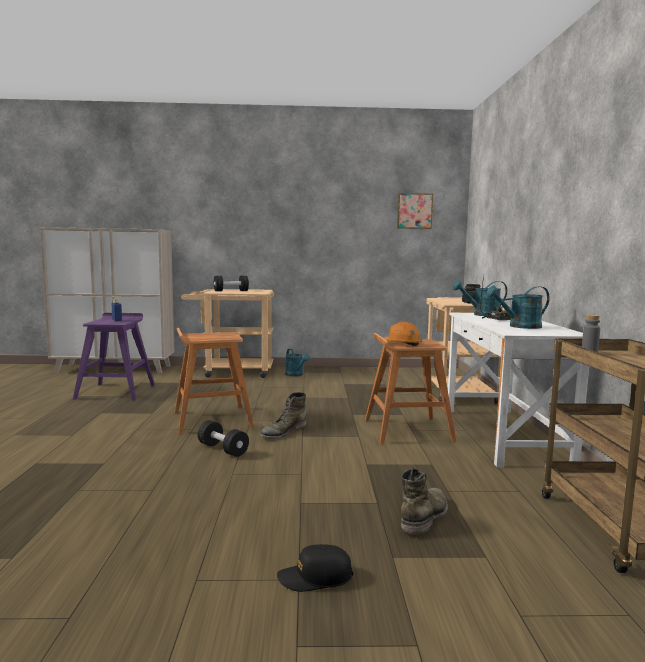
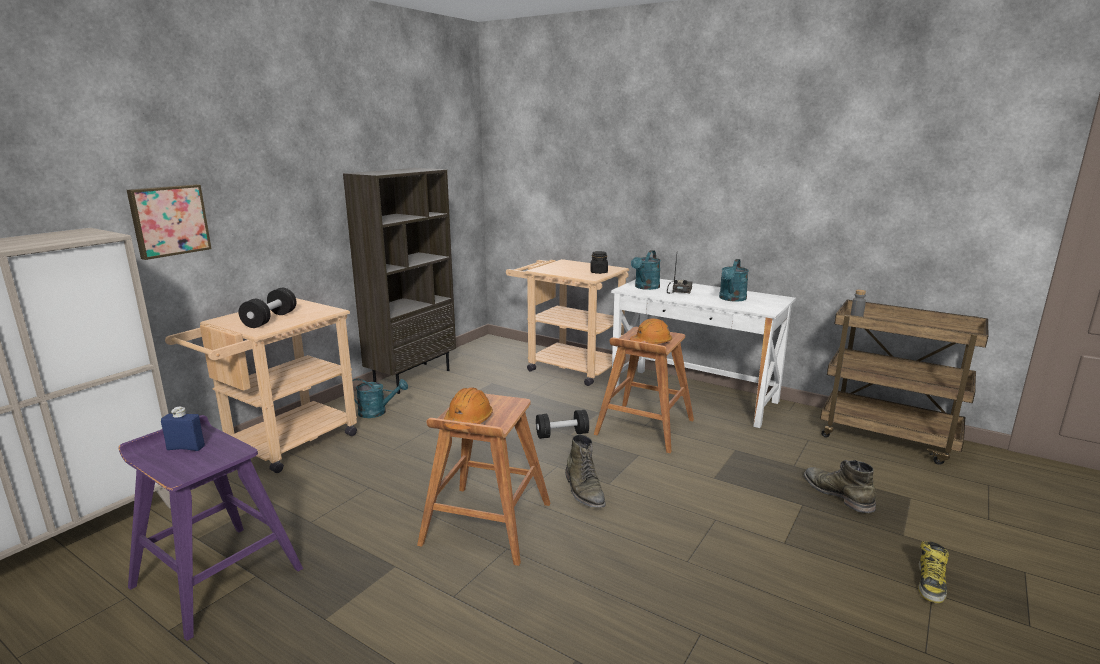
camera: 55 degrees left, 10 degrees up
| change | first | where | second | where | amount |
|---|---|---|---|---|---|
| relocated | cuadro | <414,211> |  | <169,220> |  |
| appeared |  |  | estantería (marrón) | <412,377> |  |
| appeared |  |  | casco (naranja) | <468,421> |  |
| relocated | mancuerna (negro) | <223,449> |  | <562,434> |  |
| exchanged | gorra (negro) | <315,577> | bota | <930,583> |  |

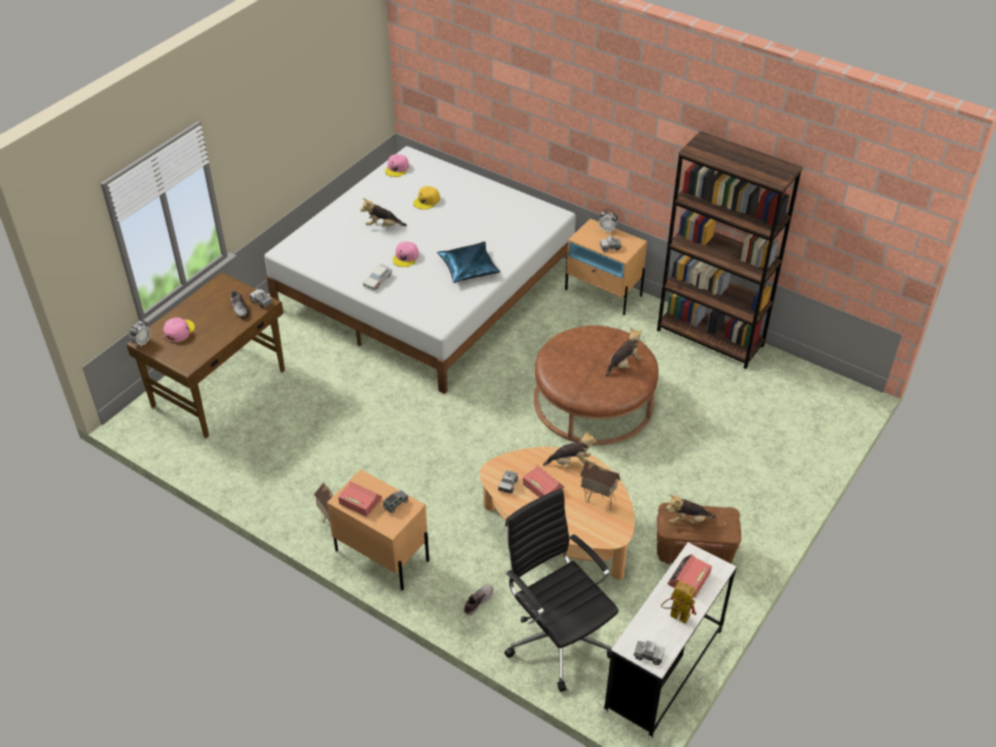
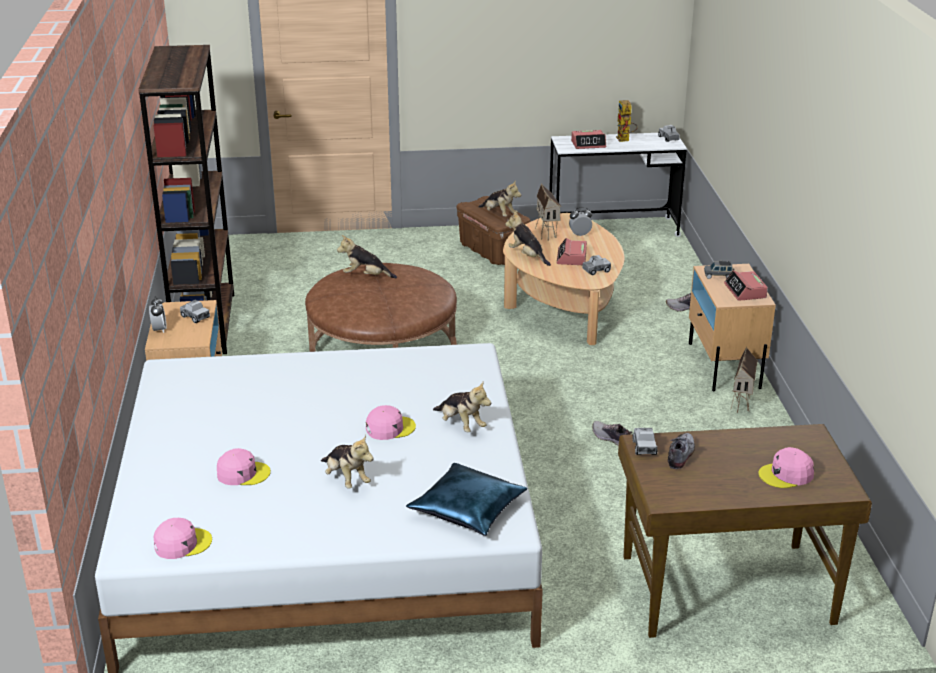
camera: 130 degrees left, 15 degrees down
| change | first | where | second | where | amount |
|---|---|---|---|---|---|
| colour | gorra (amarillo) | <427,201> | gorra (rosa) | <243,473> |  |
| relocated | cojín (azul) | <468,268> |  | <468,509> |  |
| exchanged | coche de juguete | <378,280> | peluche | <461,425> |  |
| relocated | despertador | <142,342> |  | <580,235> |  |
| appeared |  |  | zapato | <611,438> |  |
| missing | silla de oficina (negro) | <557,637> |  |  |  |

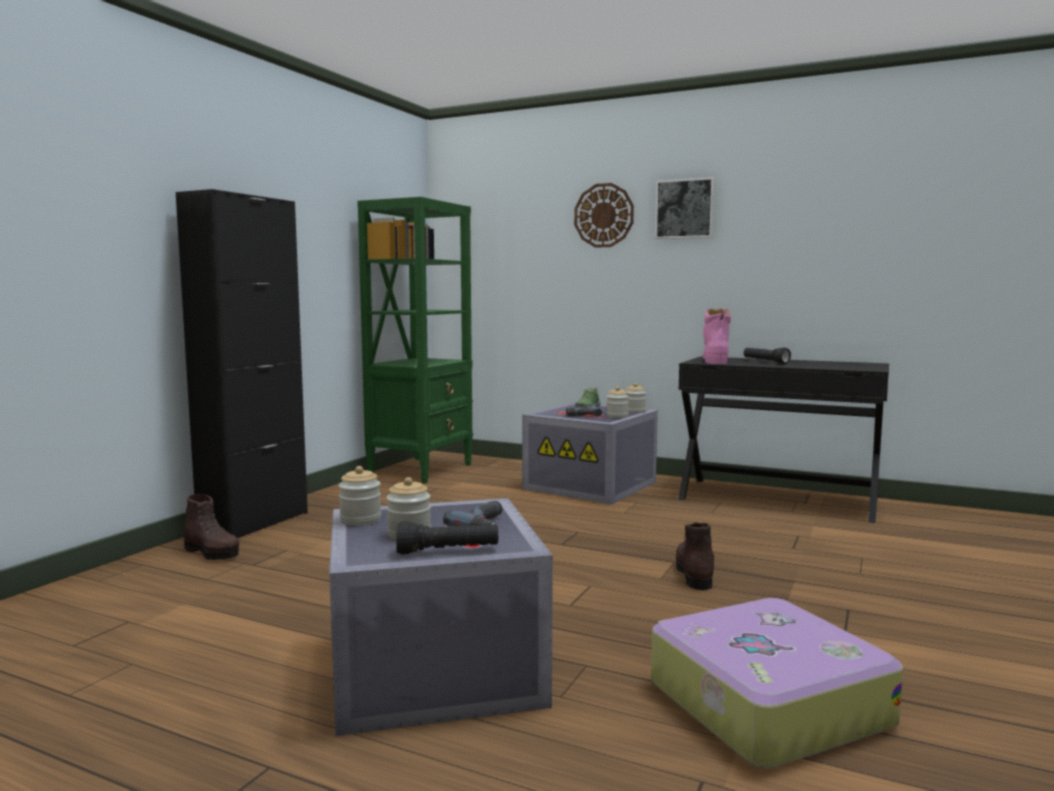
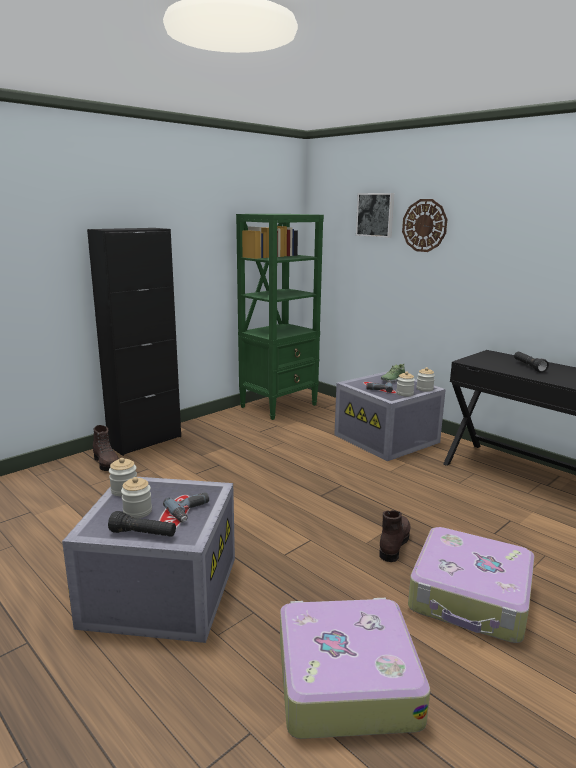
camera: 20 degrees right, 10 degrees up
| change | first | where | second | where | amount |
|---|---|---|---|---|---|
| relocated | cuadro | <685,209> |  | <375,215> |  |
| appeared |  |  | maleta | <470,597> |  |
| missing | bota (rosa) | <715,361> |  |  |  |

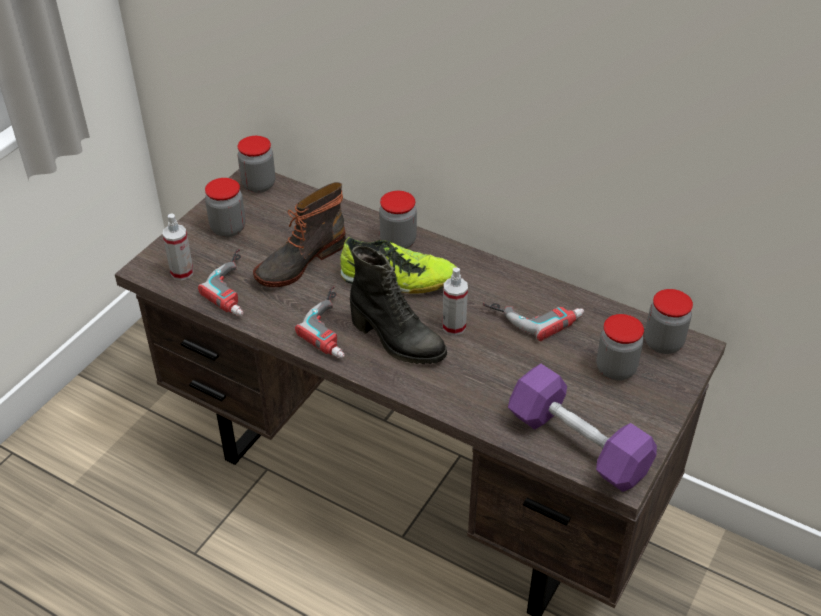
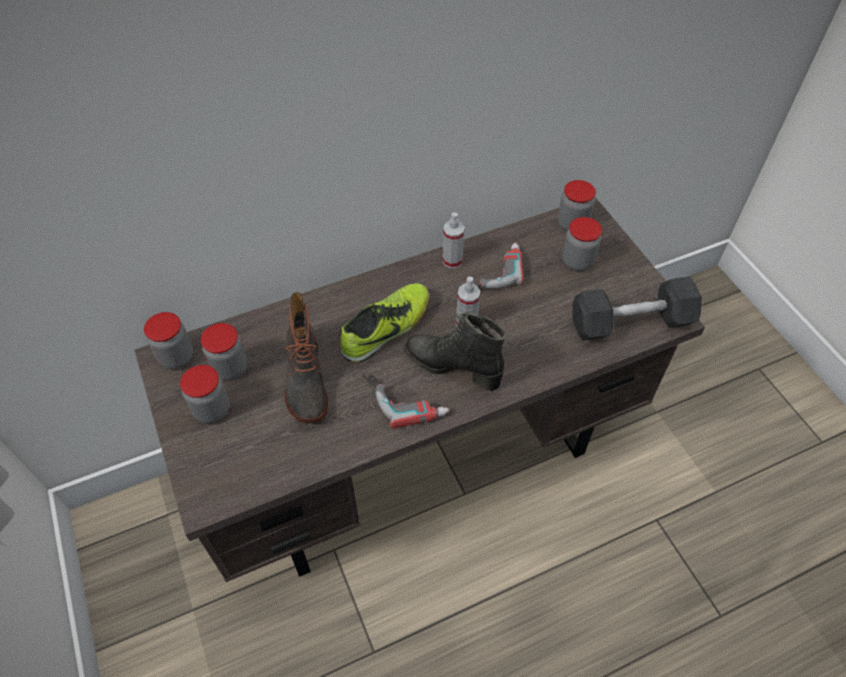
camera: 55 degrees left, 10 degrees up
| change | first | where | second | where | amount |
|---|---|---|---|---|---|
| relocated | tarro | <398,242> |  | <230,368> |  |
| spun | bota (negro) | <396,341> |  | <453,367> | 135 degrees counterclockwise |
| relocated | pulverizador | <182,272> |  | <452,261> |  |
| colour | mancuerna (morado) | <578,444> | mancuerna (gris) | <631,322> |  |
| missing | taladro | <239,287> |  |  |  |

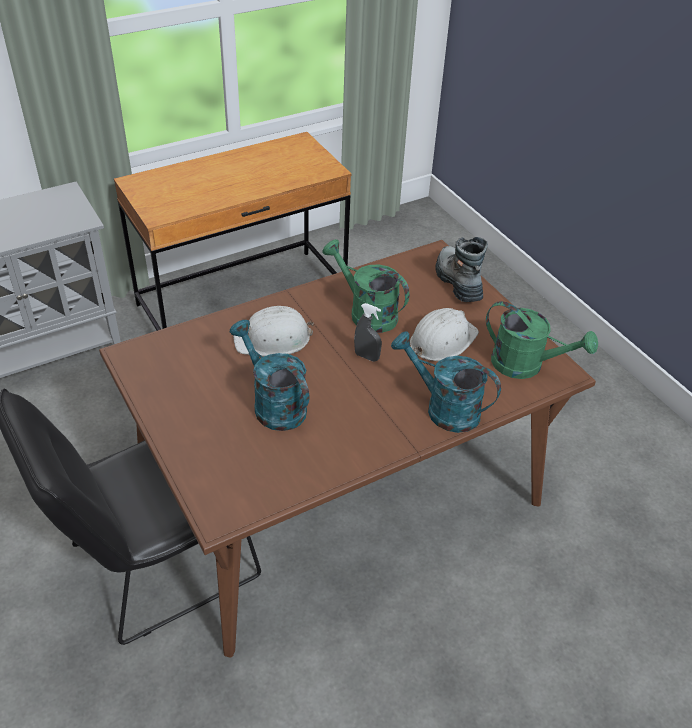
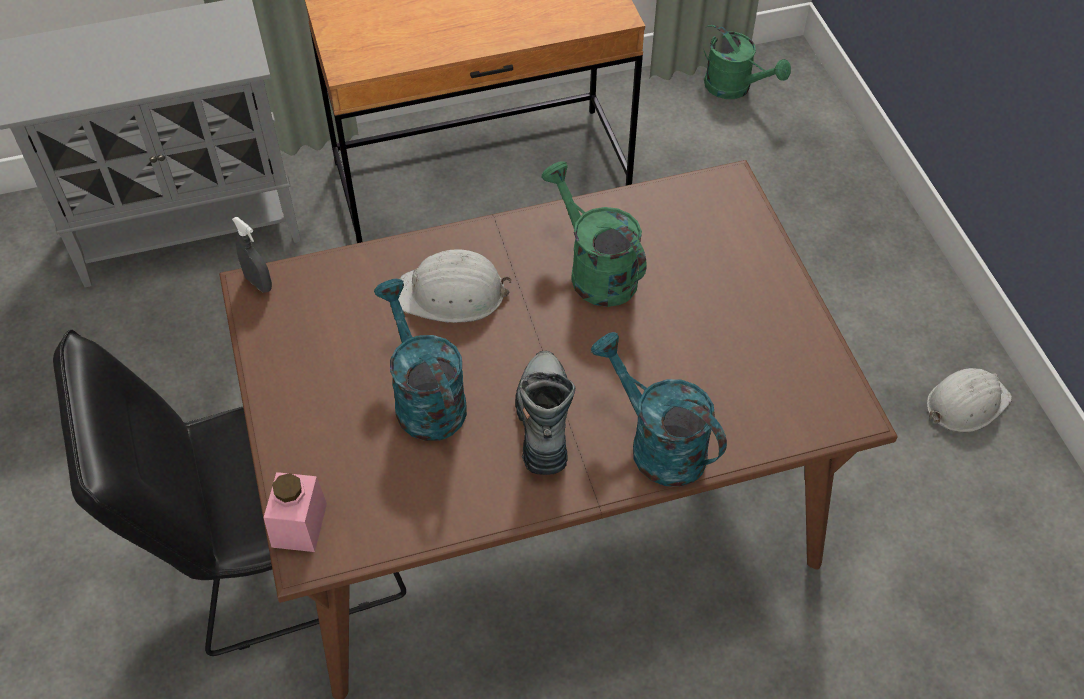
camera: 15 degrees right, 10 degrees up
| change | first | where | second | where | amount |
|---|---|---|---|---|---|
| relocated | pulverizador (gris) | <366,356> |  | <259,283> |  |
| appeared |  |  | tarro (rosa) | <299,525> |  |
| relocated | bota | <457,282> |  | <544,420> |  |
| relocated | regadera (verde) | <526,366> |  | <735,88> |  |
| relocated | casco (blanco) | <442,340> |  | <965,403> |  |

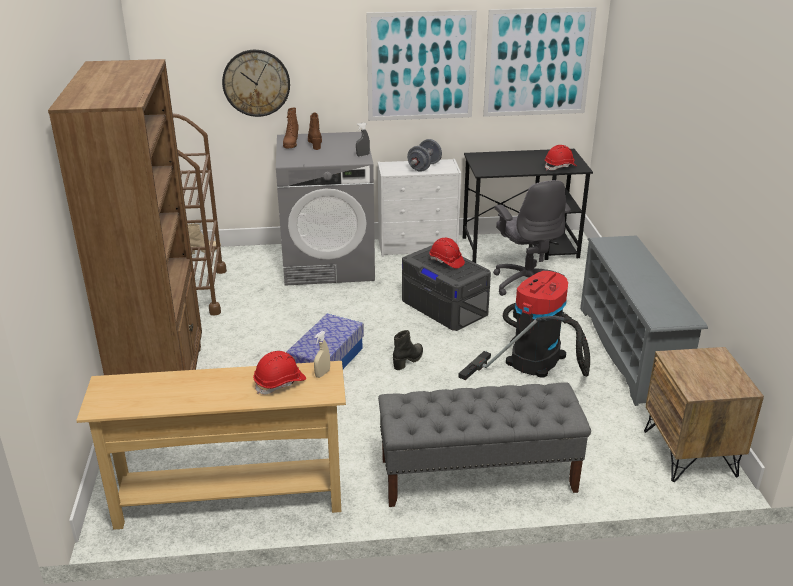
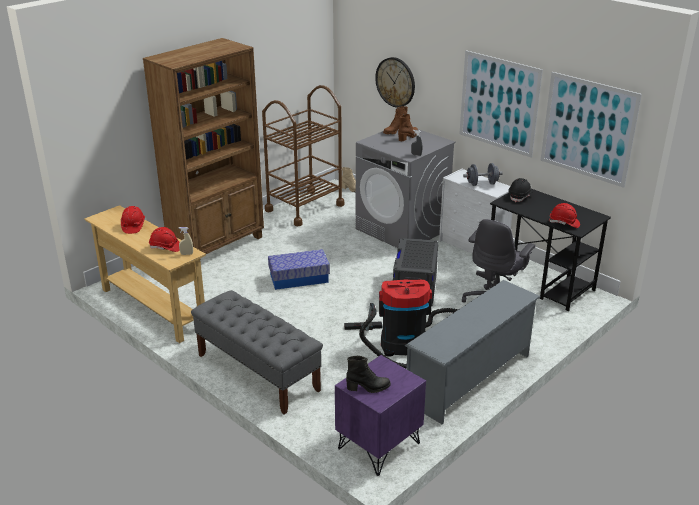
camera: 50 degrees right, 0 degrees up
| change | first | where | second | where | amount |
|---|---|---|---|---|---|
| relocated | casco (rojo) | <446,261> |  | <133,226> |  |
| colour | mesita de noche (marrón) | <690,453> | mesita de noche (morado) | <379,446> |  |
| relocated | bota (negro) | <408,360> |  | <368,388> |  |
| appeared |  |  | casco (negro) | <520,196> |  |

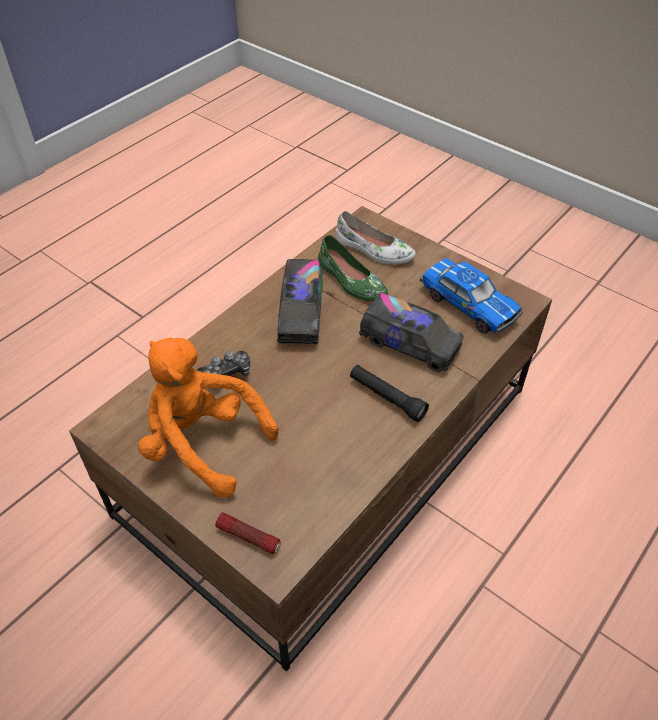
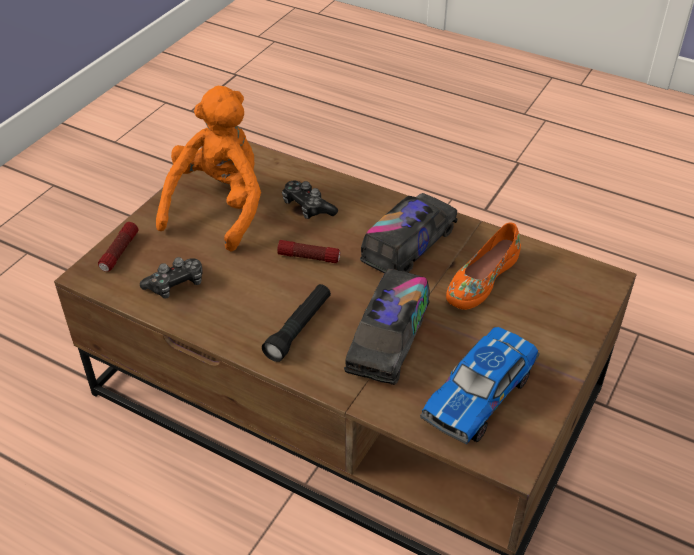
camera: 80 degrees right, 5 degrees down
| change | first | where | second | where | amount |
|---|---|---|---|---|---|
| appeared |  |  | mando de consola | <176,284> |  |
| appeared |  |  | linterna | <309,257> |  |
| spun | camión de juguete | <301,314> |  | <409,246> | 135 degrees clockwise |
| colour | zapato (verde) | <351,281> | zapato (naranja) | <480,279> |  |
| missing | zapato (blanco) | <373,250> |  |  |  |

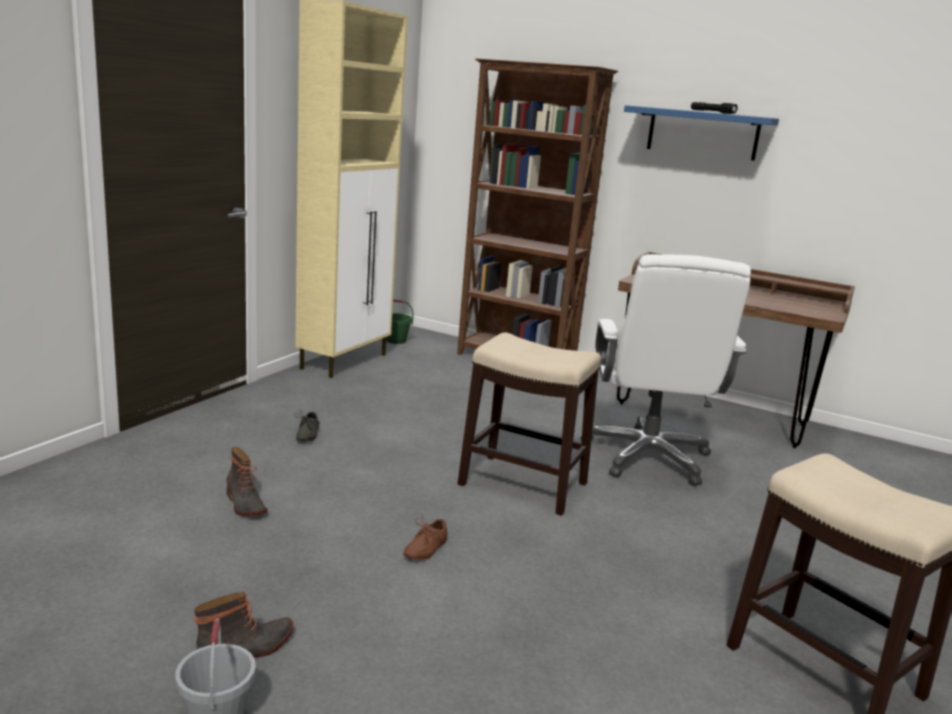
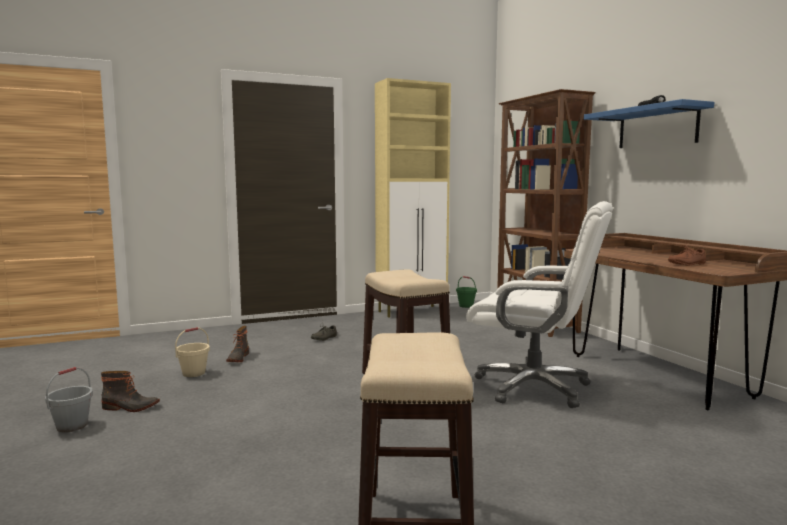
camera: 40 degrees right, 10 degrees down
| change | first | where | second | where | amount |
|---|---|---|---|---|---|
| appeared |  |  | cubo (beis) | <194,373> |  |
| spun | silla de oficina (blanco) | <647,457> |  | <534,387> | 105 degrees counterclockwise |
| relocated | zapato (marrón) | <423,549> |  | <685,264> |  |

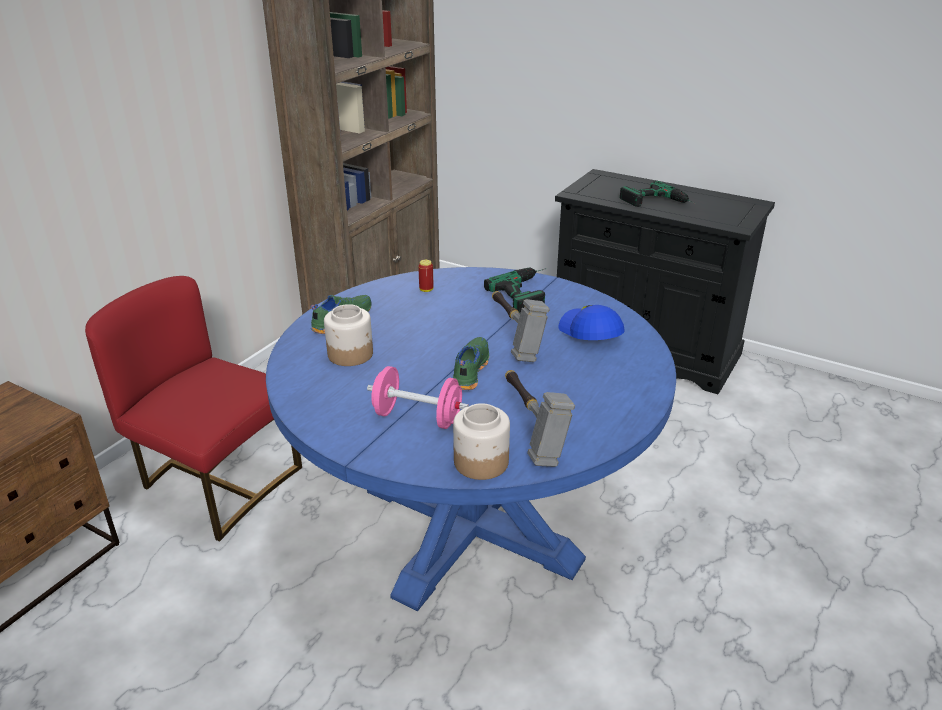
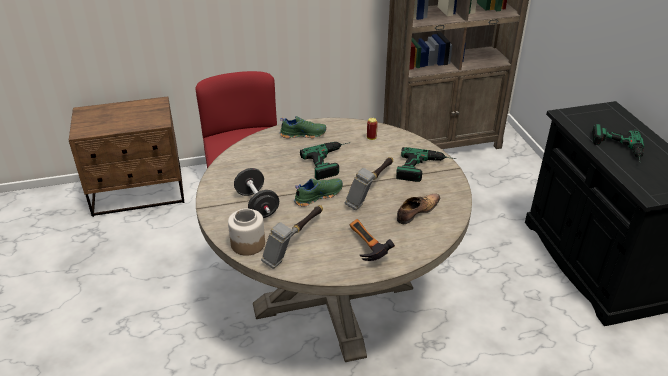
camera: 45 degrees right, 5 degrees up
| change | first | where | second | where | amount |
|---|---|---|---|---|---|
| colour | mesa de comedor (azul) | <470,524> | mesa de comedor (beis) | <333,296> |  |
| colour | mancuerna (rosa) | <418,417> | mancuerna (negro) | <257,205> |  |
| appeared |  |  | taladro | <332,161> |  |
| appeared |  |  | martillo | <364,248> |  |
| exchanged | gorra (azul) | <589,333> | zapato | <417,212> |  |
| missing | tarro | <351,354> |  |  |  |

